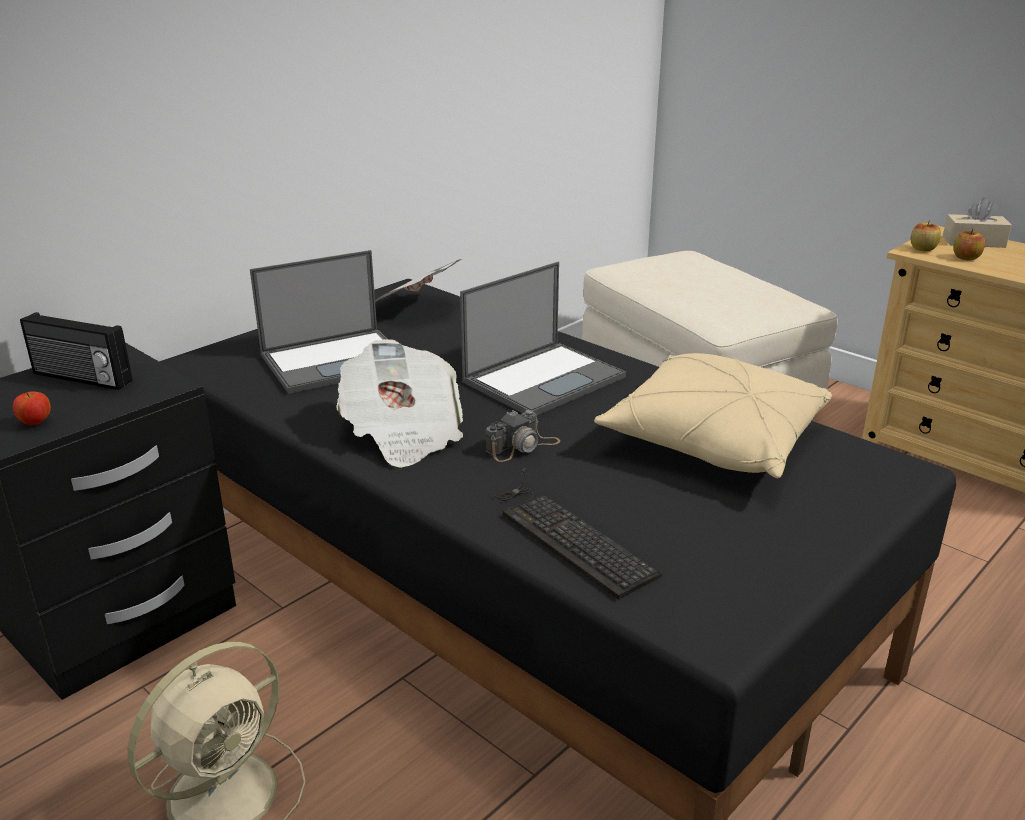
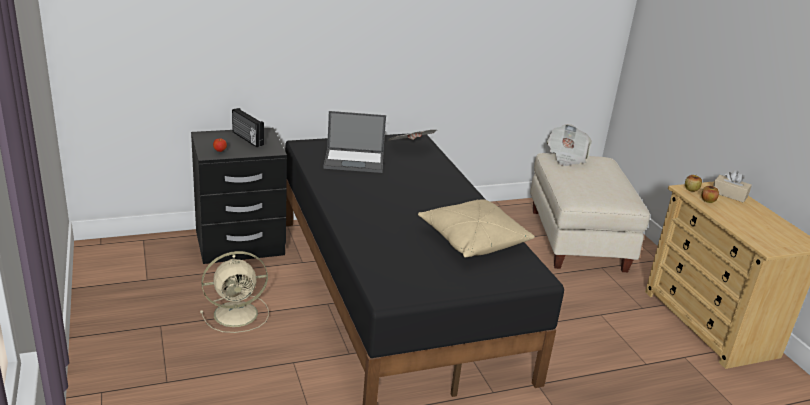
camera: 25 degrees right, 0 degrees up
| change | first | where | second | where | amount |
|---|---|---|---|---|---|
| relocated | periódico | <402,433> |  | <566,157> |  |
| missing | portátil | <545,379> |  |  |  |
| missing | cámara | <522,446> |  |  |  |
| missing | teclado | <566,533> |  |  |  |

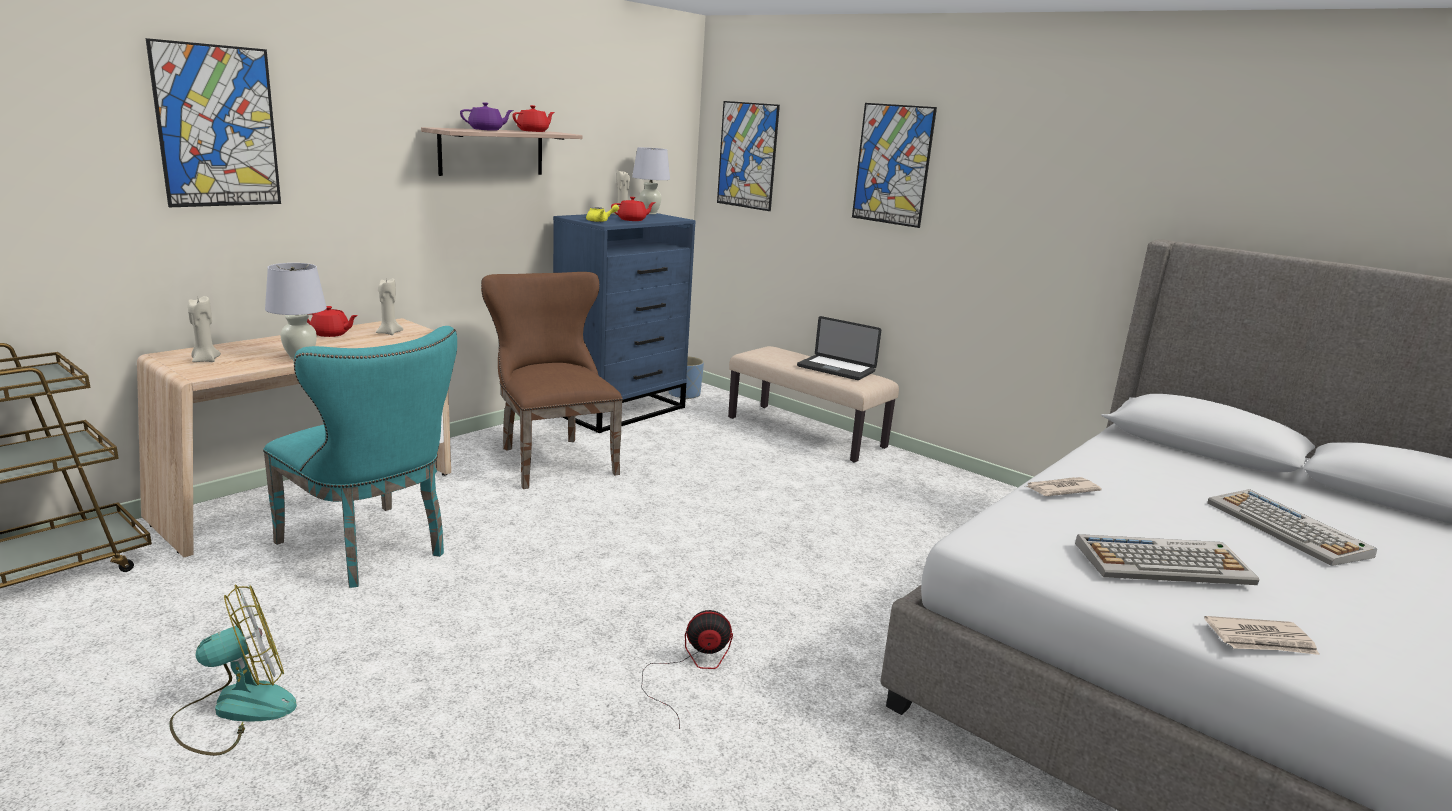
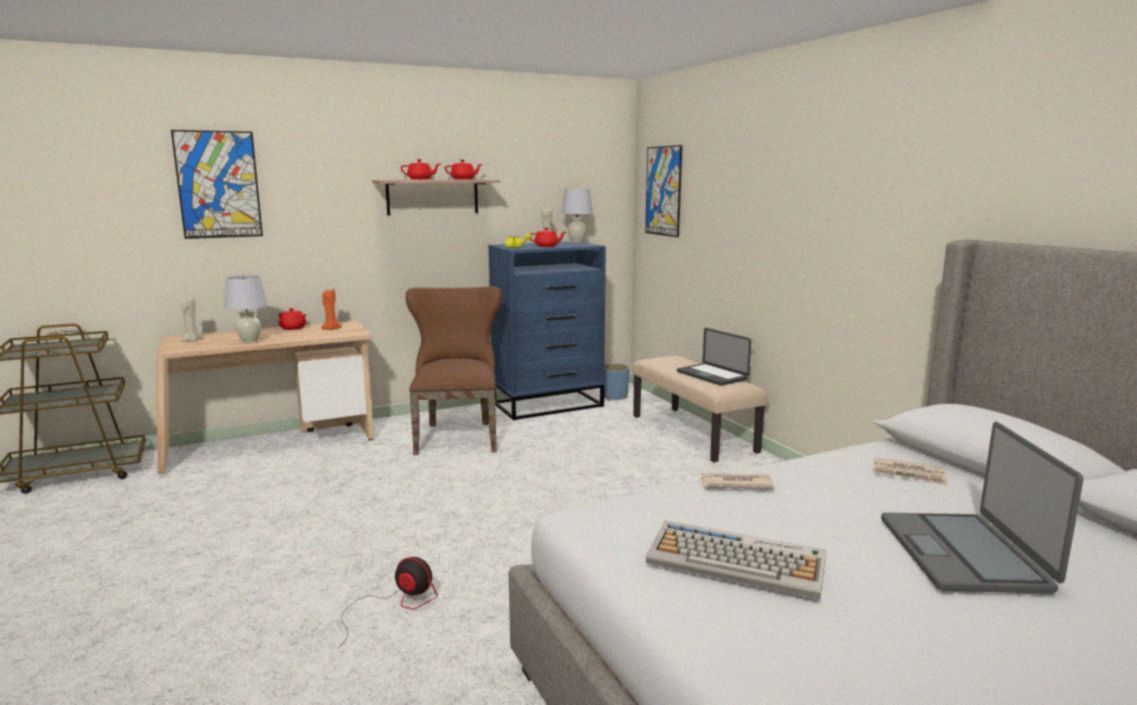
camera: 25 degrees right, 5 degrees down
| change | first | where | second | where | amount |
|---|---|---|---|---|---|
| colour | vela (beis) | <389,333> | vela (naranja) | <331,329> |  |
| colour | tetera (morado) | <486,130> | tetera (rojo) | <420,179> |  |
| relocated | periódico | <1261,640> |  | <909,474> |  |
| exchanged | teclado | <1288,529> | portátil | <964,554> |  |
| missing | ventilador | <235,710> |  |  |  |
| missing | silla (turquesa) | <371,550> |  |  |  |
| missing | cuadro | <892,164> |  |  |  |

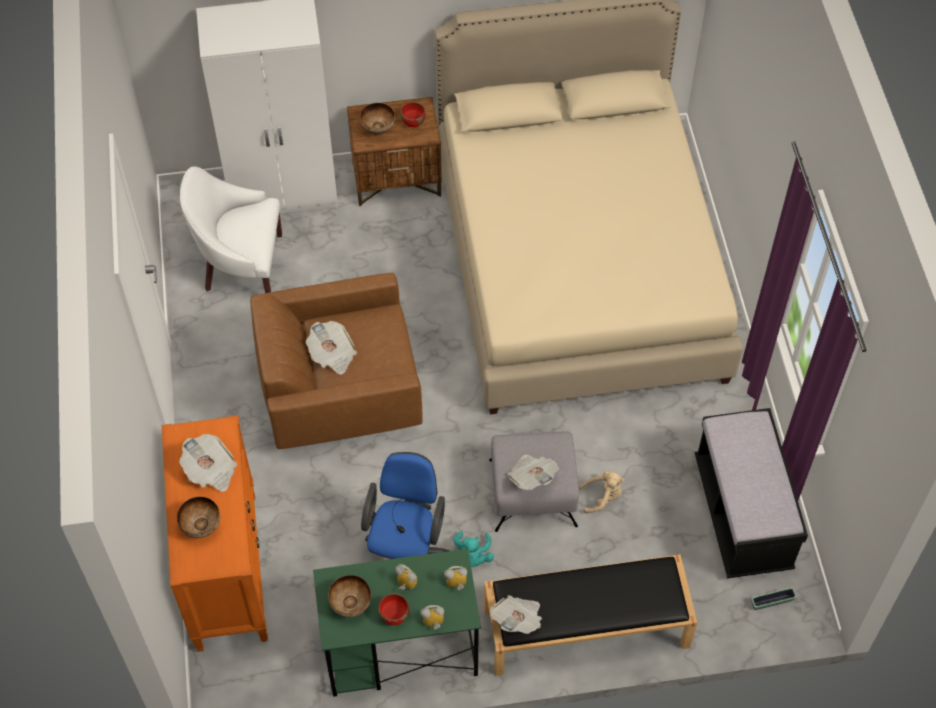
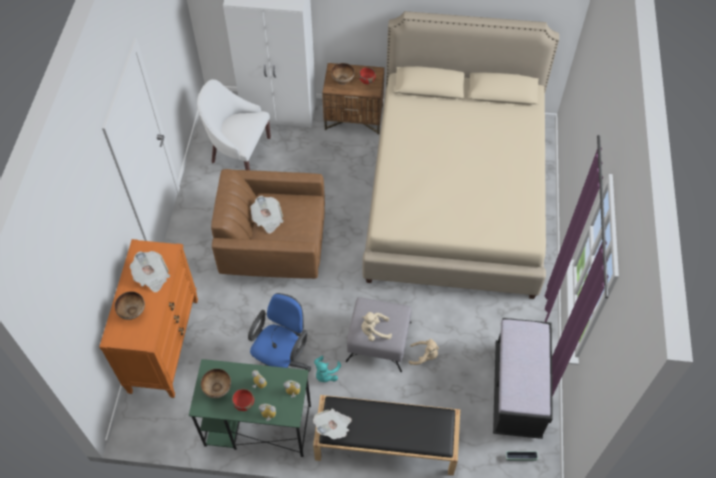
camera: 15 degrees right, 0 degrees up
| change | first | where | second | where | amount |
|---|---|---|---|---|---|
| exchanged | periódico | <532,477> | peluche (beis) | <374,331> |  |

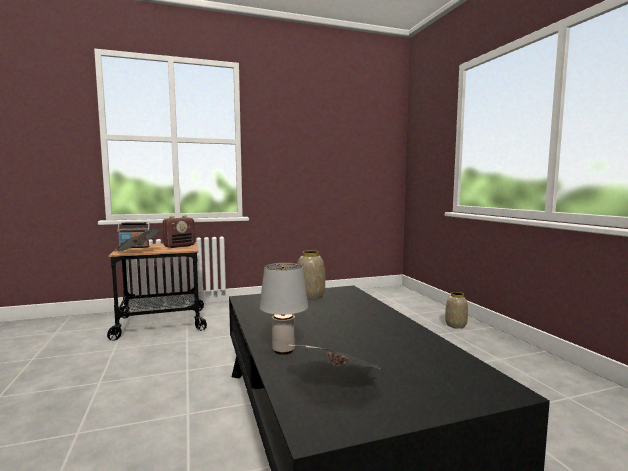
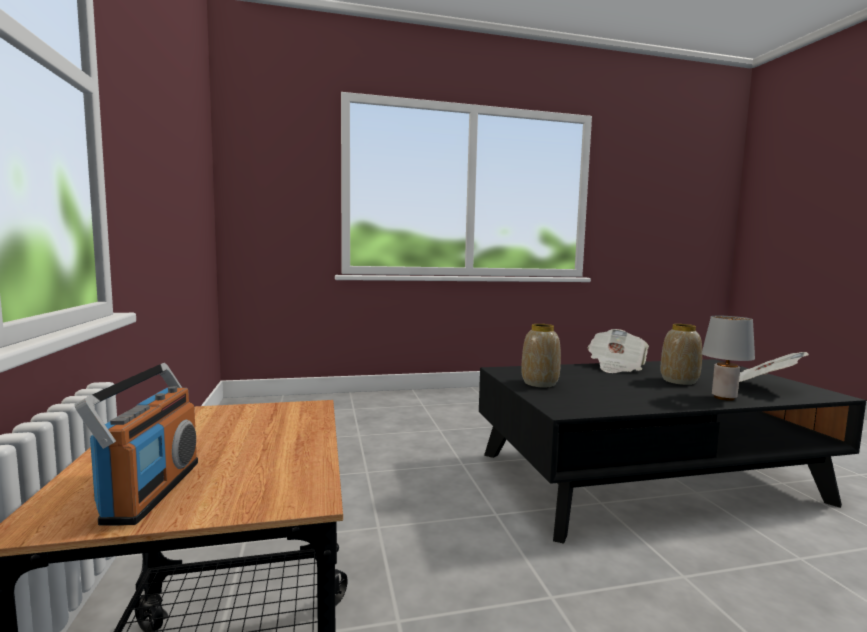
camera: 85 degrees left, 0 degrees up
| change | first | where | second | where | amount |
|---|---|---|---|---|---|
| relocated | periódico | <137,251> |  | <616,367> |  |
| relocated | florero | <456,325> |  | <679,381> |  |
| missing | radio | <179,246> |  |  |  |

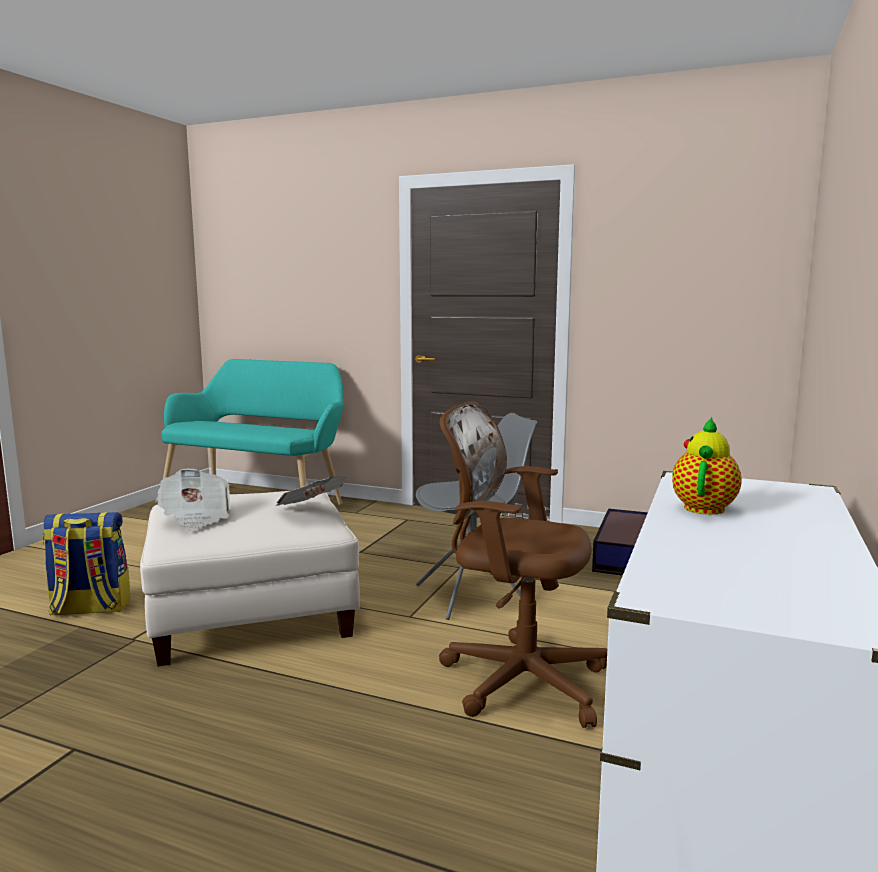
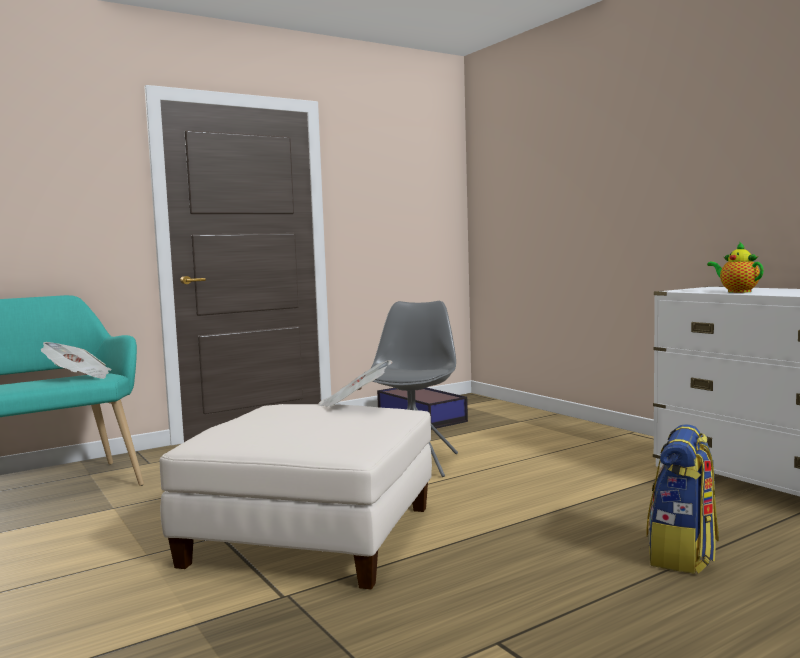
camera: 55 degrees left, 5 degrees down
| change | first | where | second | where | amount |
|---|---|---|---|---|---|
| relocated | periódico | <195,518> |  | <79,377> |  |
| relocated | mochila | <90,608> |  | <682,555> |  |
| missing | silla de oficina (marrón) | <517,679> |  |  |  |

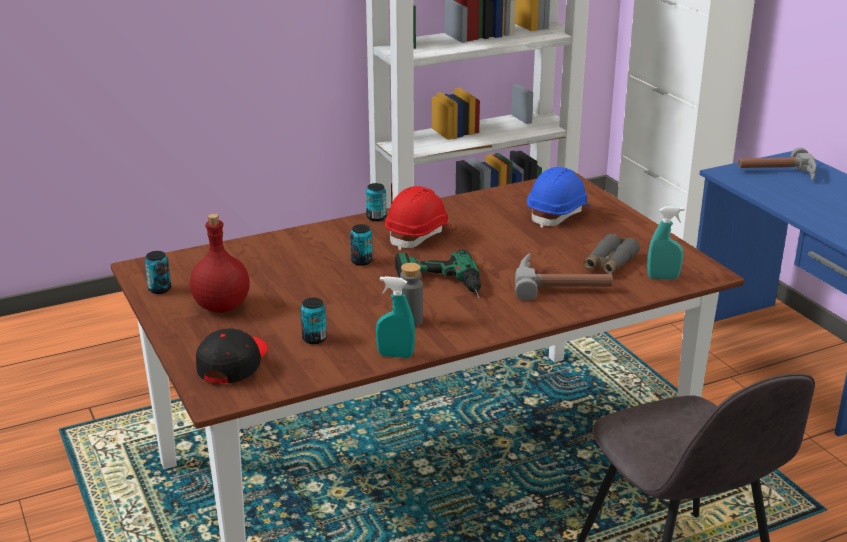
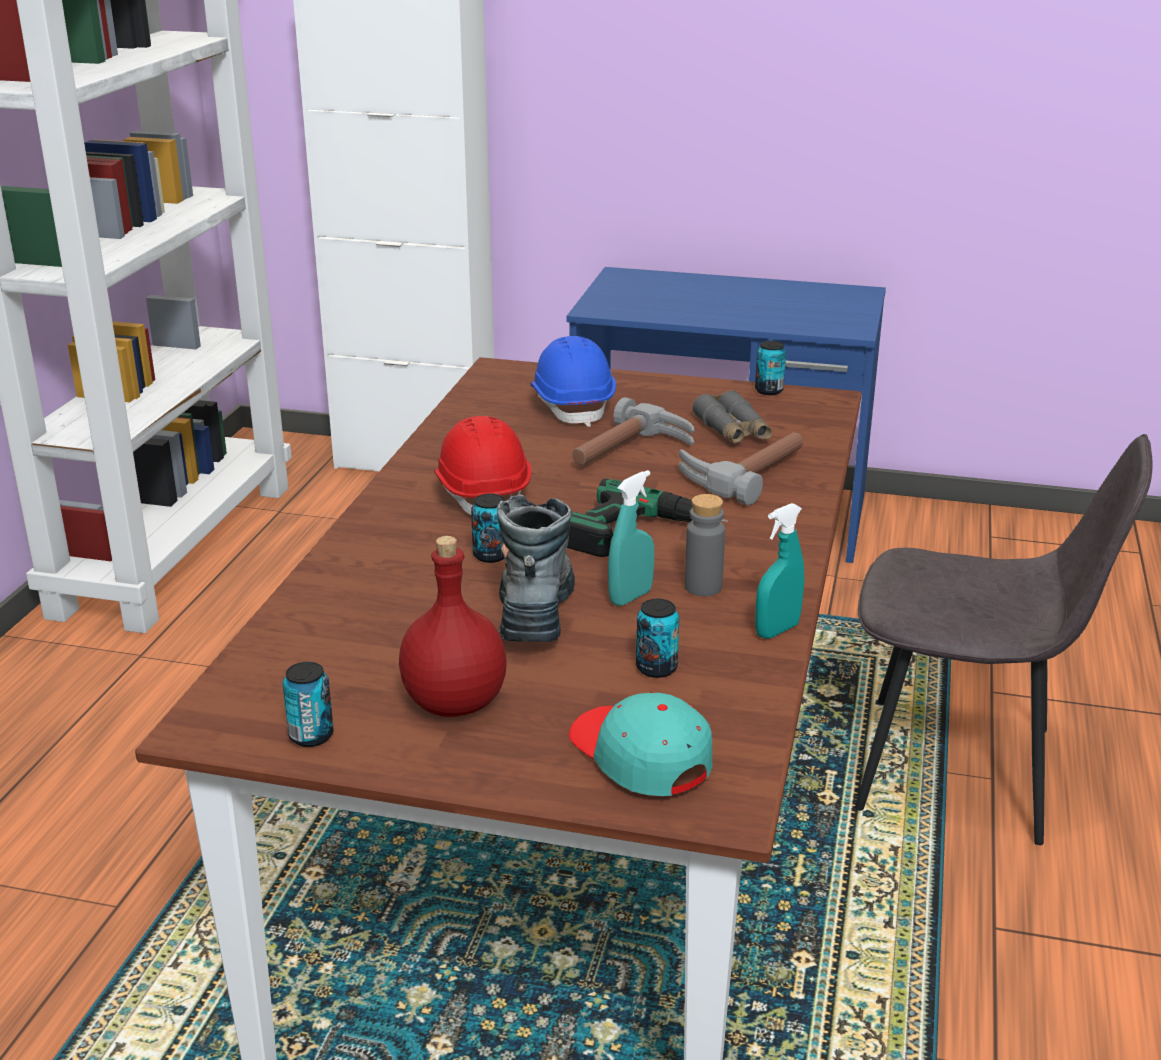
camera: 50 degrees left, 0 degrees up
| change | first | where | second | where | amount |
|---|---|---|---|---|---|
| appeared |  |  | bota | <535,608> |  |
| colour | gorra (negro) | <233,363> | gorra (turquesa) | <639,756> |  |
| relocated | martillo | <778,174> |  | <630,452> |  |
| relocated | pulverizador (turquesa) | <663,278> |  | <630,597> |  |
| relocated | lata | <376,217> |  | <769,390> |  |

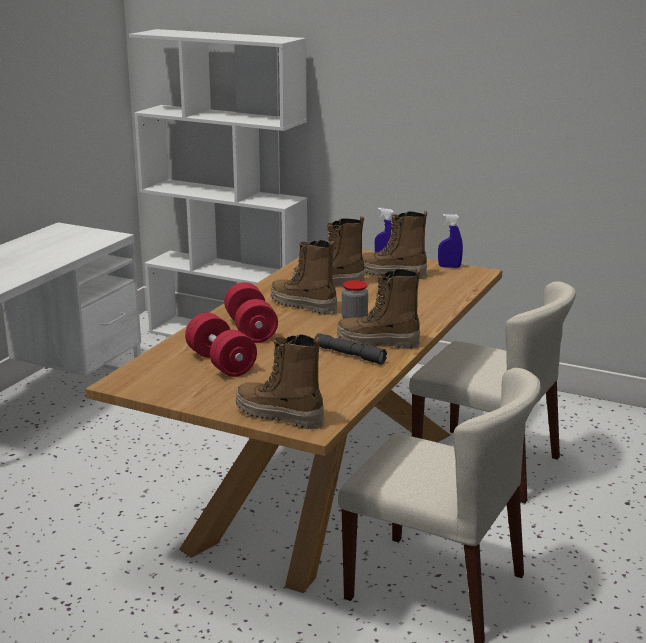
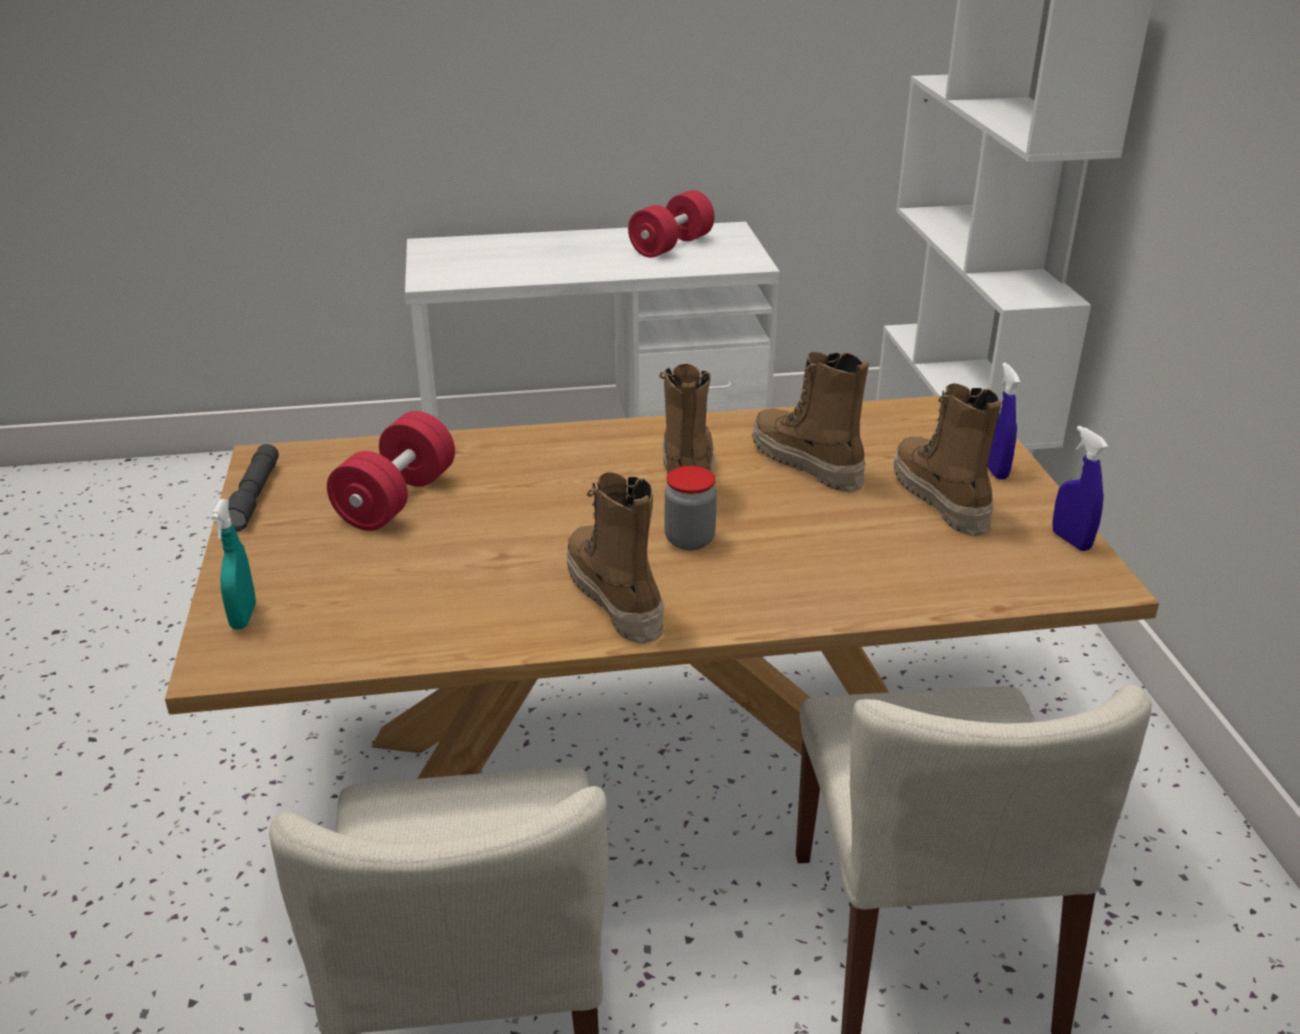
camera: 55 degrees right, 10 degrees up
| change | first | where | second | where | amount |
|---|---|---|---|---|---|
| exchanged | bota | <279,416> | pulverizador (turquesa) | <243,617> |  |
| relocated | linterna (gris) | <349,355> |  | <254,496> |  |
| relocated | mancuerna (rojo) | <251,330> |  | <671,246> |  |

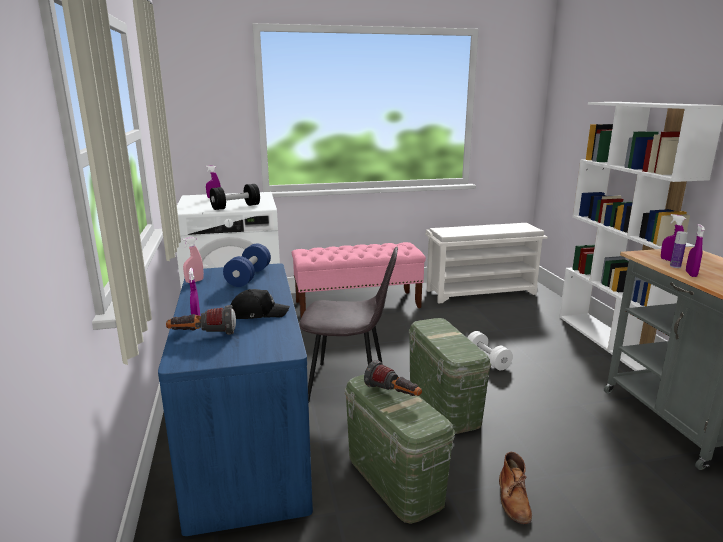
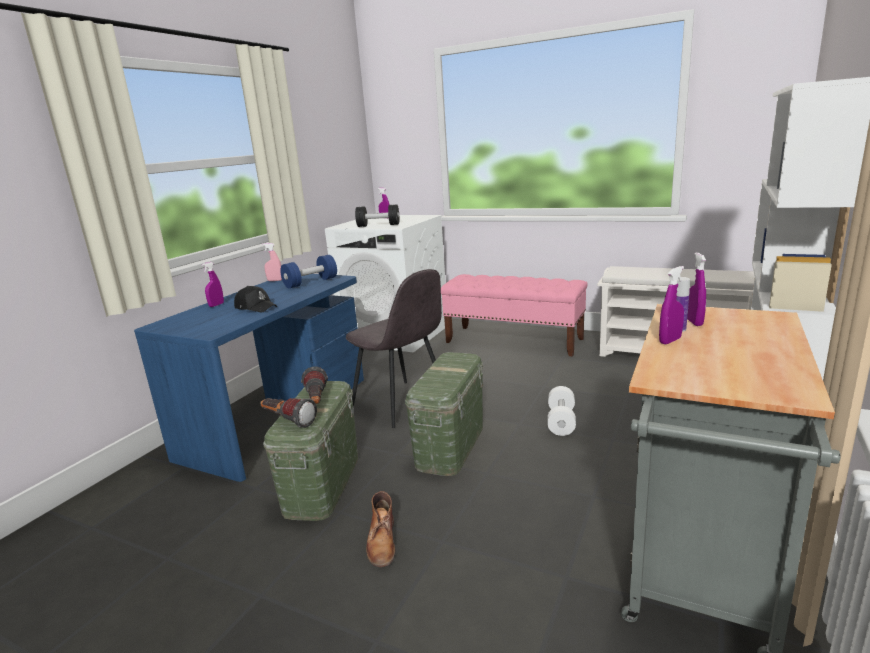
camera: 40 degrees right, 0 degrees up
| change | first | where | second | where | amount |
|---|---|---|---|---|---|
| relocated | linterna | <203,335> |  | <287,421> |  |
| spun | bota (marrón) | <514,499> |  | <382,542> | 45 degrees counterclockwise |

